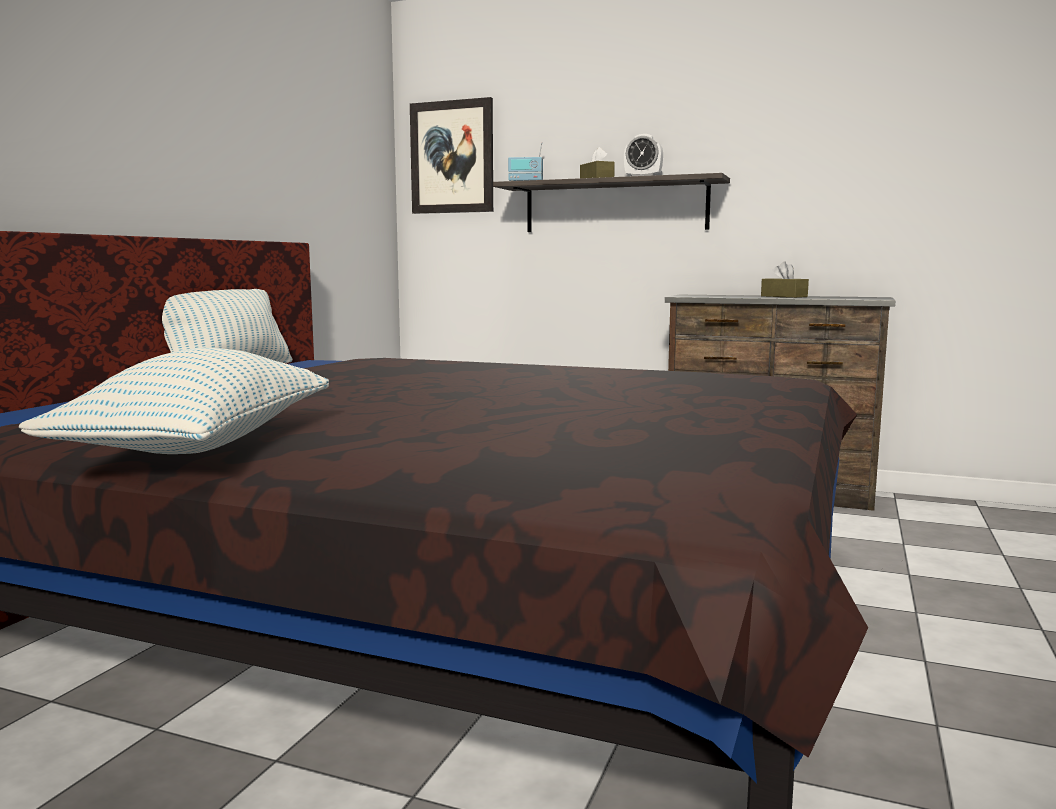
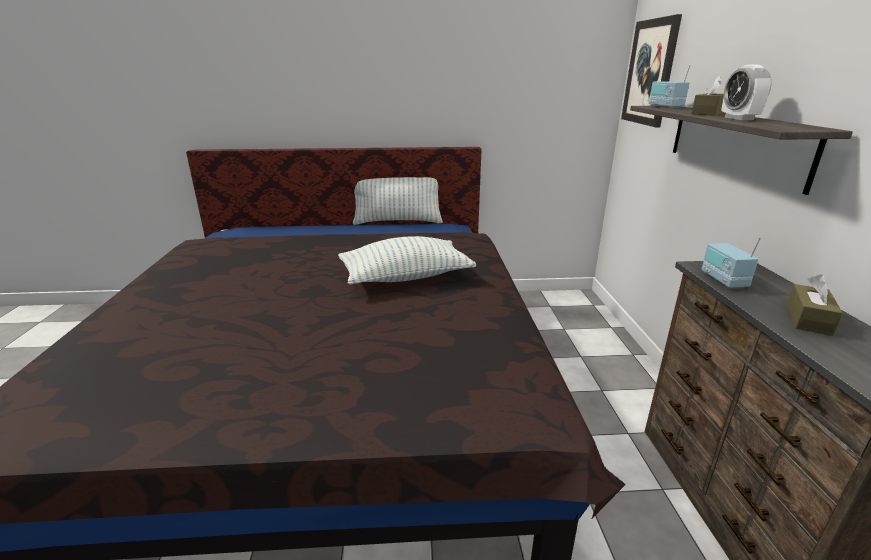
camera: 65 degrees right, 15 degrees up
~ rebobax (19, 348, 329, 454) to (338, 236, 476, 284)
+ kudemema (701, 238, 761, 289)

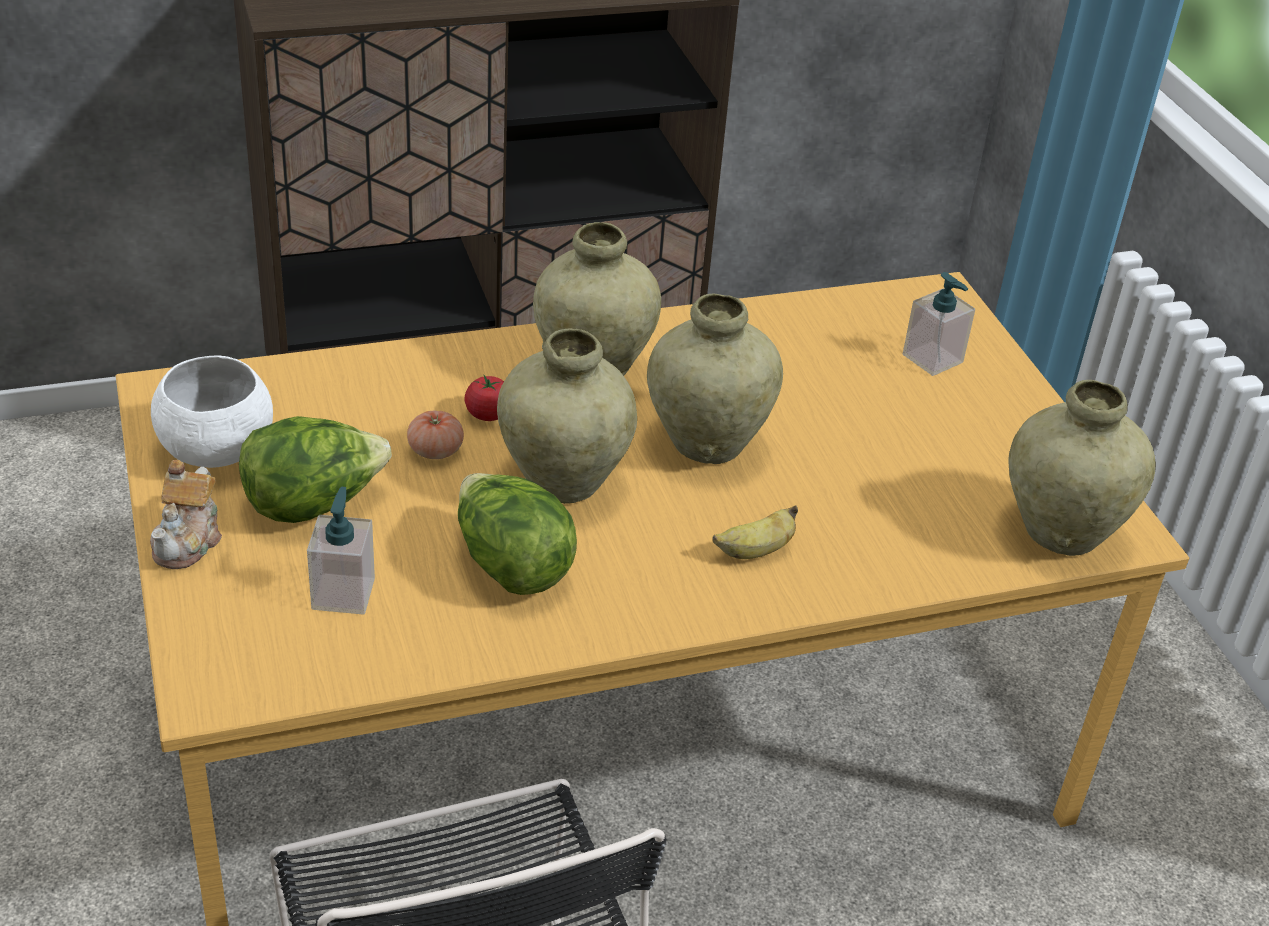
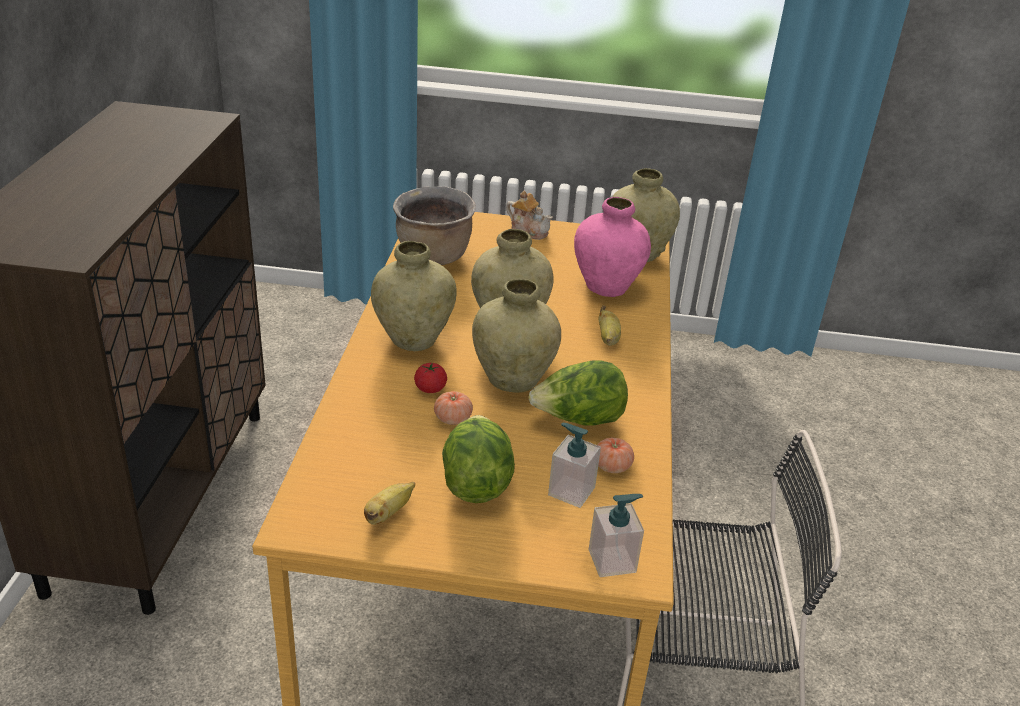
camera: 65 degrees left, 5 degrees down
~ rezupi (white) (151, 356, 273, 468) to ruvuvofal (364, 482, 415, 525)
+ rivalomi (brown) (393, 186, 476, 265)
~ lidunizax (150, 460, 222, 569) to (506, 191, 553, 240)
+ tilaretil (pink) (574, 197, 651, 297)
~ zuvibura (903, 272, 975, 376) to (588, 494, 644, 577)
+ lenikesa (597, 438, 634, 473)

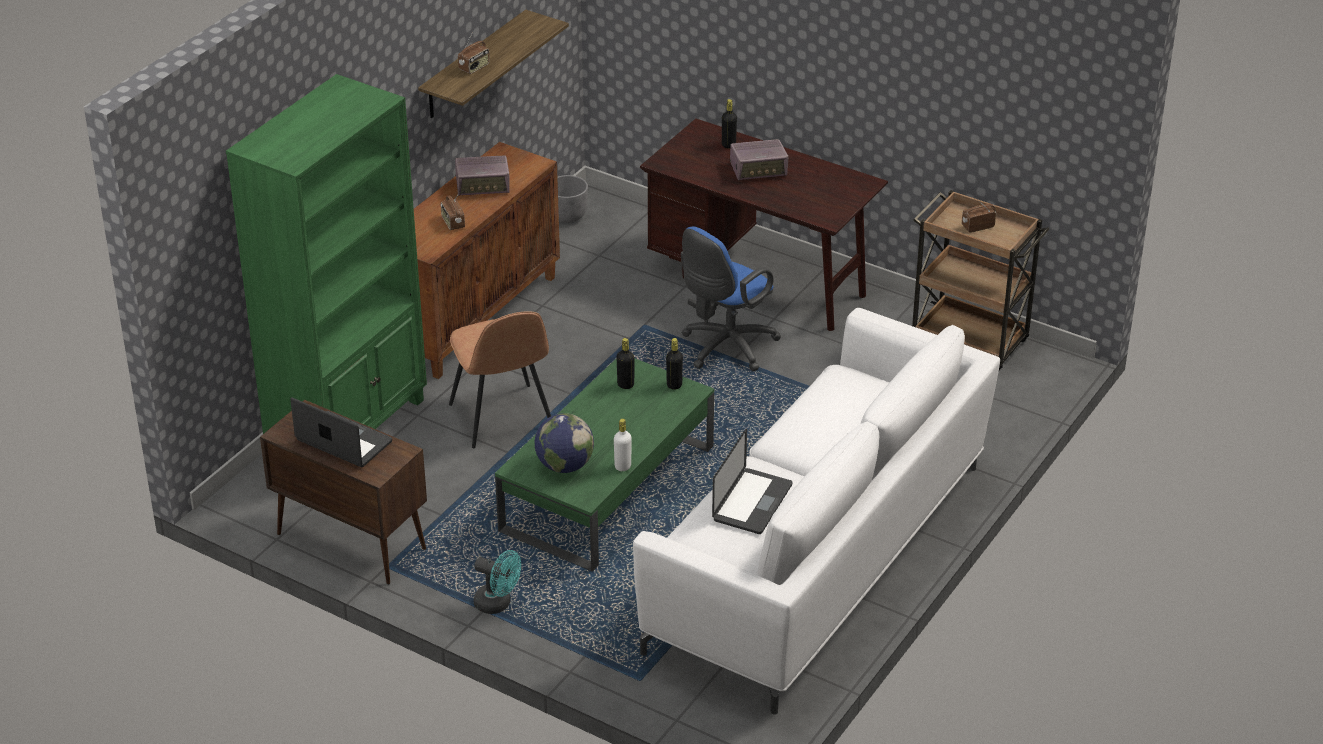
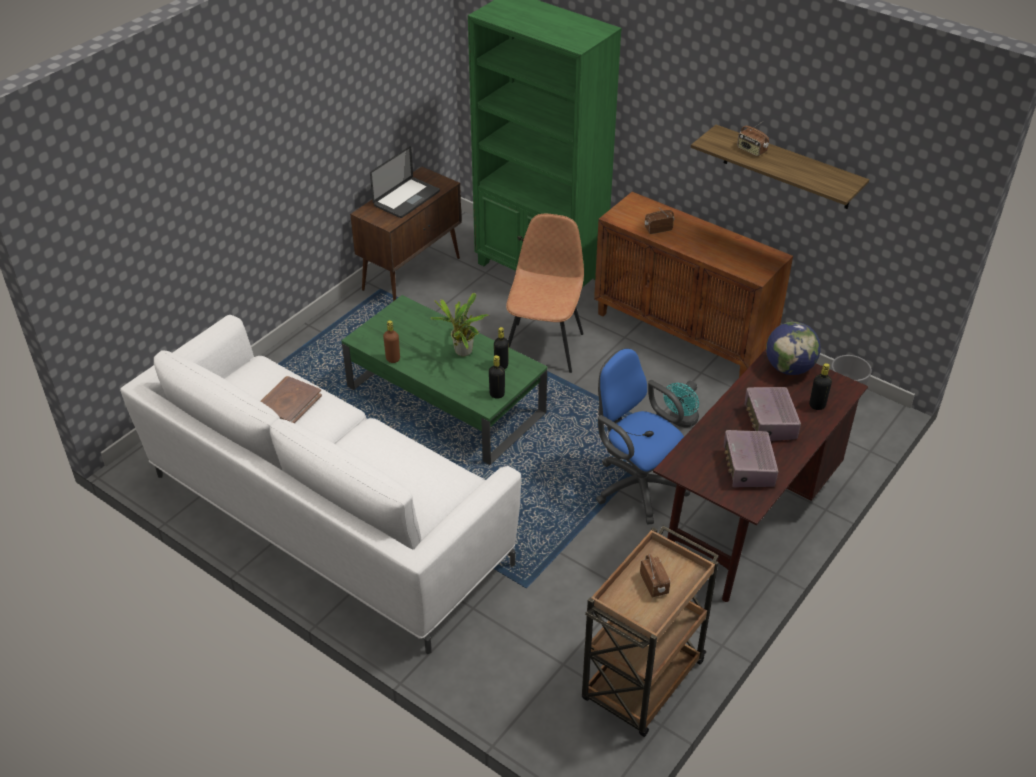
camera: 95 degrees right, 5 degrees up
~ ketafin (712, 429, 792, 534) to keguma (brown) (261, 376, 322, 423)
~ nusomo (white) (614, 419, 632, 471) to nusomo (brown) (383, 320, 400, 363)
+ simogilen (431, 293, 489, 357)
~ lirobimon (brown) (449, 311, 551, 448) = (506, 214, 584, 373) 120 degrees clockwise
~ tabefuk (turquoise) (474, 550, 521, 614) to (663, 381, 699, 428)
~ kudemema (455, 155, 510, 196) to (723, 430, 779, 487)
~ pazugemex (535, 413, 594, 473) to (766, 322, 821, 375)

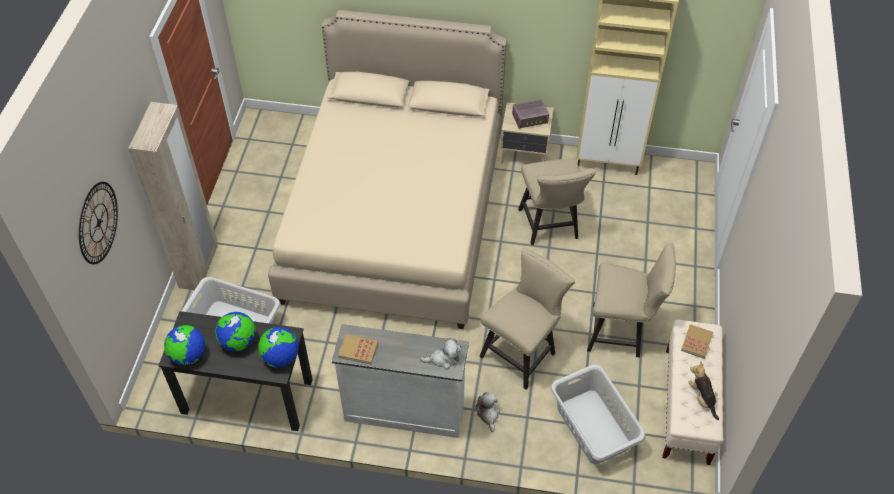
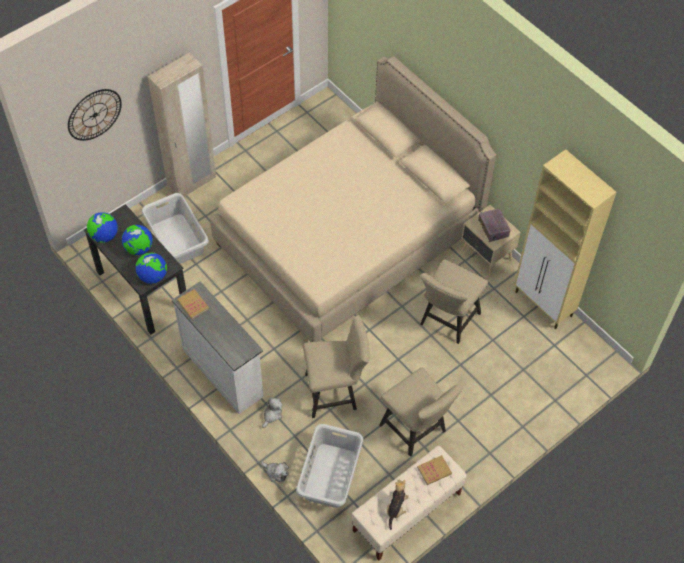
camera: 40 degrees right, 5 degrees up
~ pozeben (420, 338, 462, 370) to (261, 461, 289, 482)
~ kudemema (512, 99, 549, 129) = (478, 209, 510, 242) 45 degrees clockwise

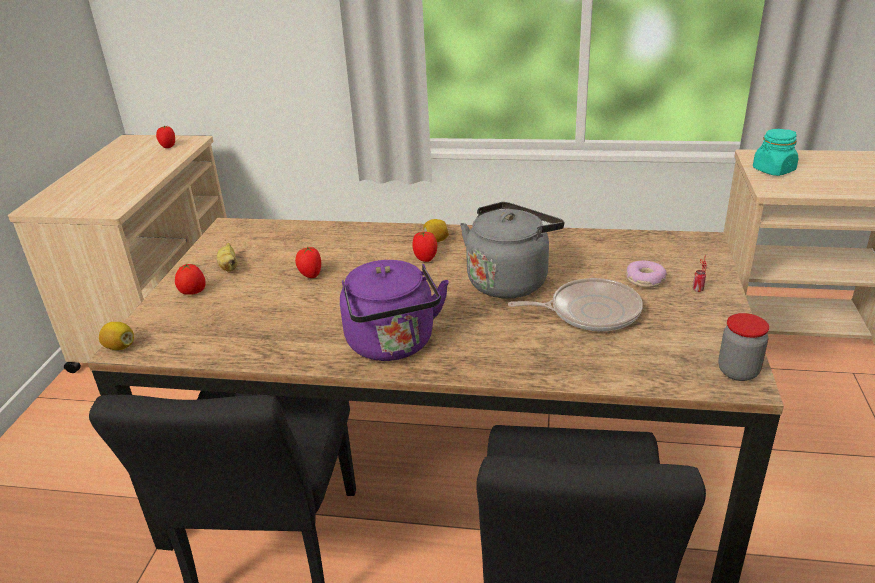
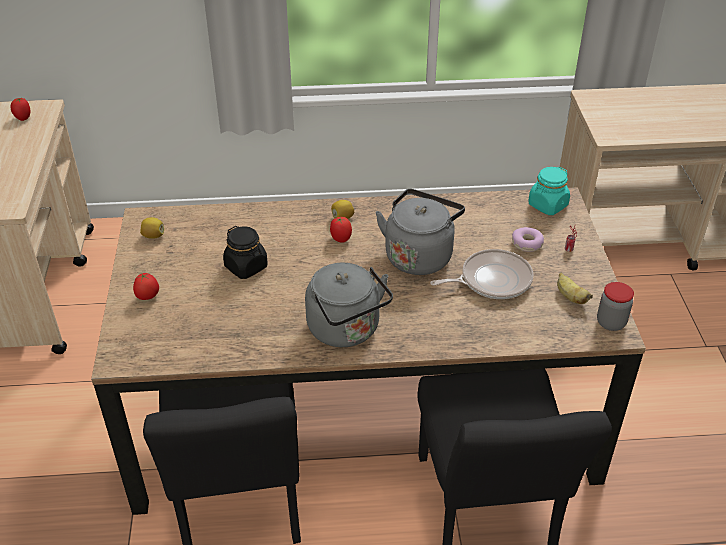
camera: 15 degrees left, 10 degrees up
~ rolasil (99, 322, 134, 350) to (140, 217, 164, 239)
~ lenikesa (295, 246, 321, 278) to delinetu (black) (223, 226, 268, 279)
~ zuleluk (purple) (340, 260, 449, 361) to zuleluk (grey) (305, 262, 393, 347)
~ delinetu (turquoise) (753, 129, 798, 176) to (528, 167, 570, 215)
~ ruvuvofal (217, 243, 237, 272) to (557, 273, 593, 304)

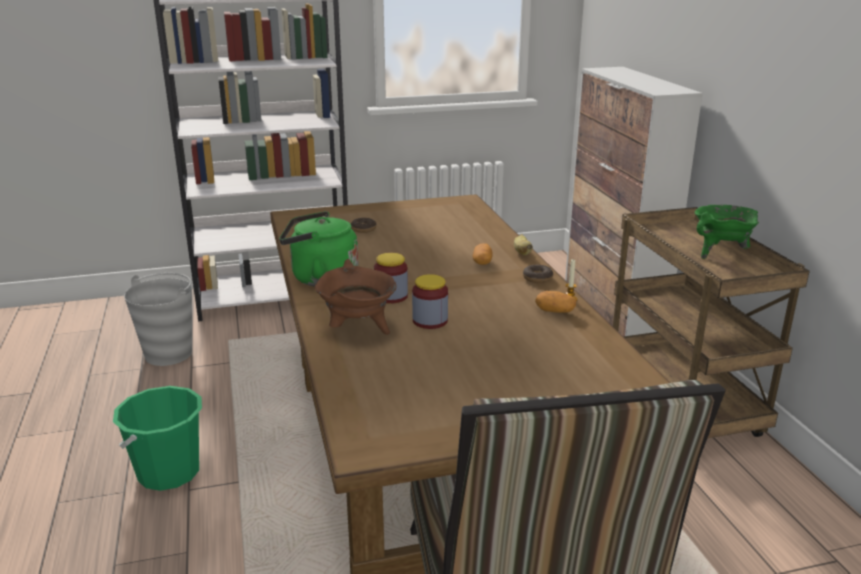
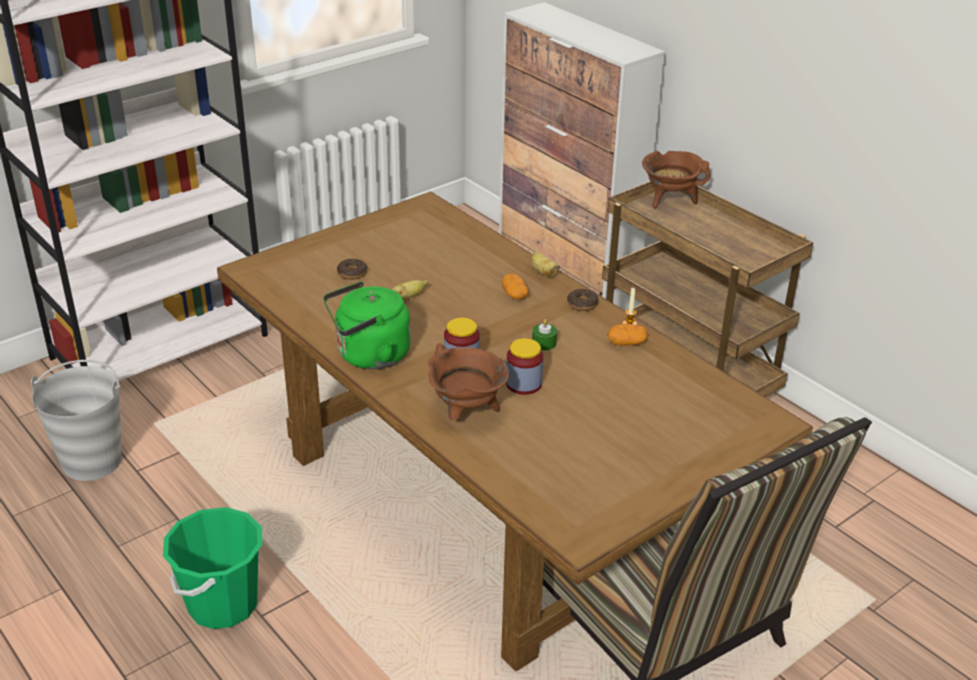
camera: 25 degrees left, 10 degrees up
+ ruvuvofal (392, 280, 428, 300)
+ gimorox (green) (532, 319, 557, 351)
+ rivalomi (brown) (642, 151, 710, 209)
- rivalomi (green) (695, 205, 759, 259)

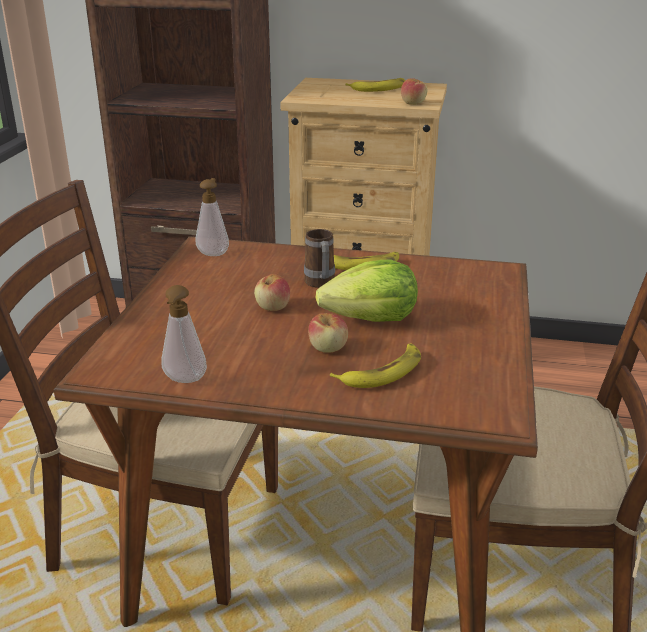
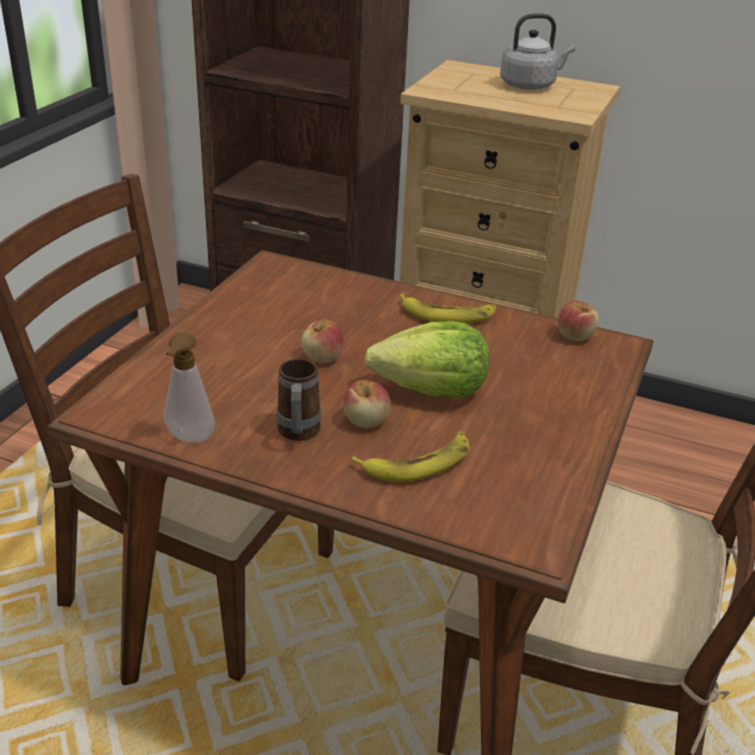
camera: 10 degrees right, 5 degrees up
~ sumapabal (304, 229, 335, 288) to (277, 359, 321, 441)
~ ruvuvofal (345, 78, 405, 92) to zuleluk (grey) (500, 13, 575, 90)
~ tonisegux (401, 78, 427, 105) to (558, 301, 599, 341)
- zuvibura (195, 178, 229, 256)

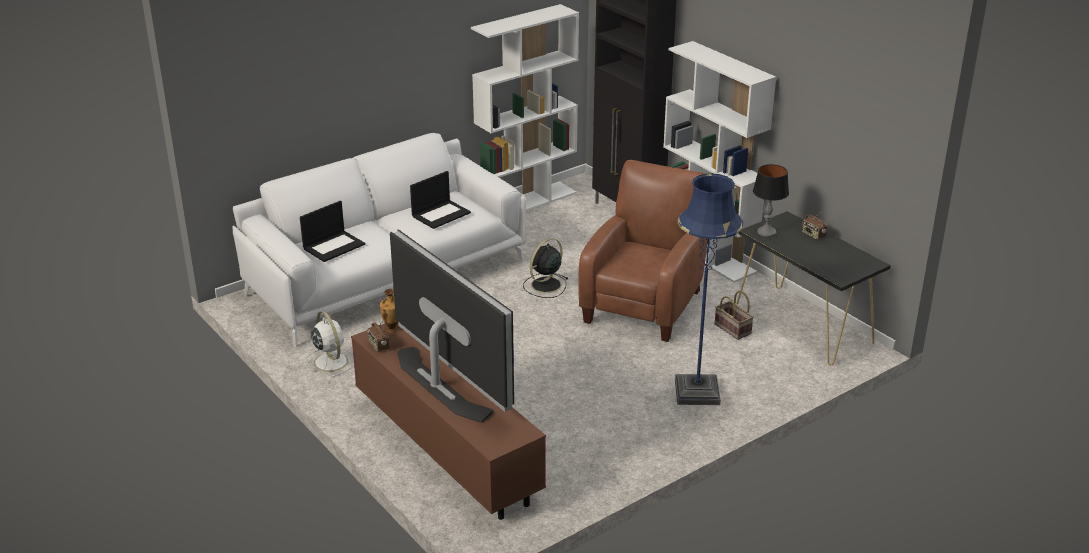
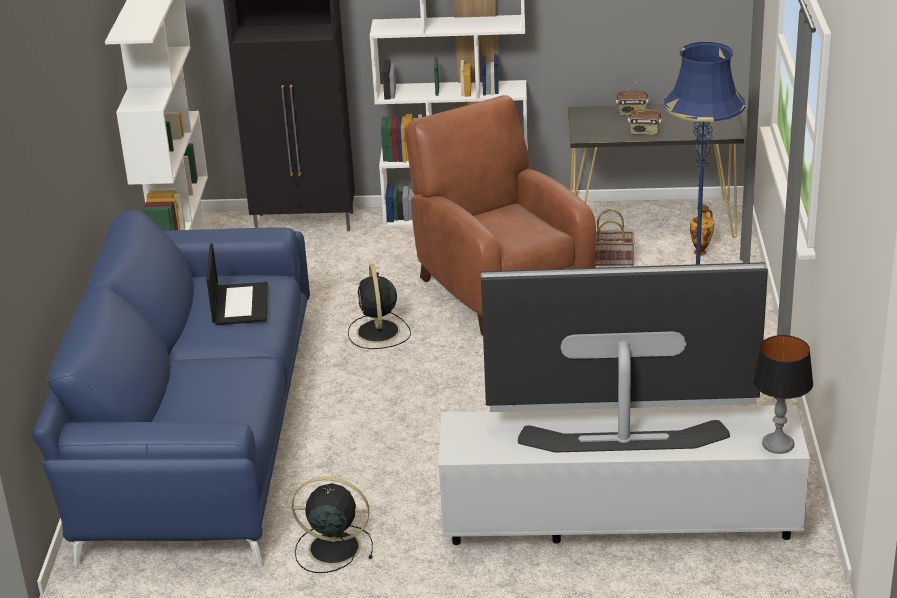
camera: 50 degrees left, 0 degrees up
~ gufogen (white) (232, 133, 526, 347) to gufogen (blue) (32, 210, 310, 567)
~ tabefuk (white) (304, 311, 354, 377) to tabefuk (black) (292, 477, 373, 573)
~ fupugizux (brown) (351, 323, 546, 520) to fupugizux (white) (438, 405, 810, 545)
~ kudemema (367, 321, 390, 352) to (628, 99, 662, 135)
~ tilaretil (380, 289, 398, 333) to (690, 205, 714, 256)
~ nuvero (753, 164, 789, 237) to (752, 335, 813, 454)
- ketafin (300, 201, 365, 262)

